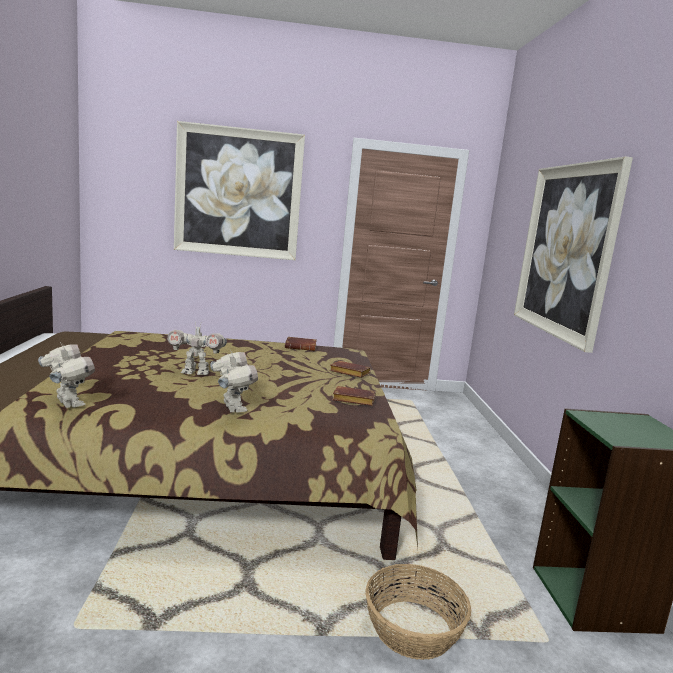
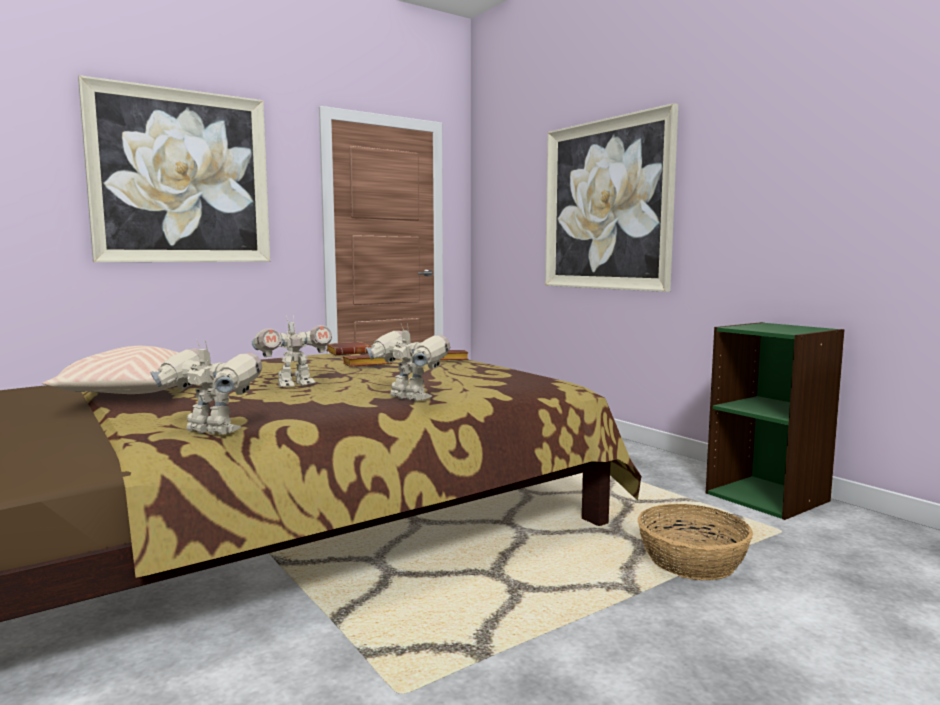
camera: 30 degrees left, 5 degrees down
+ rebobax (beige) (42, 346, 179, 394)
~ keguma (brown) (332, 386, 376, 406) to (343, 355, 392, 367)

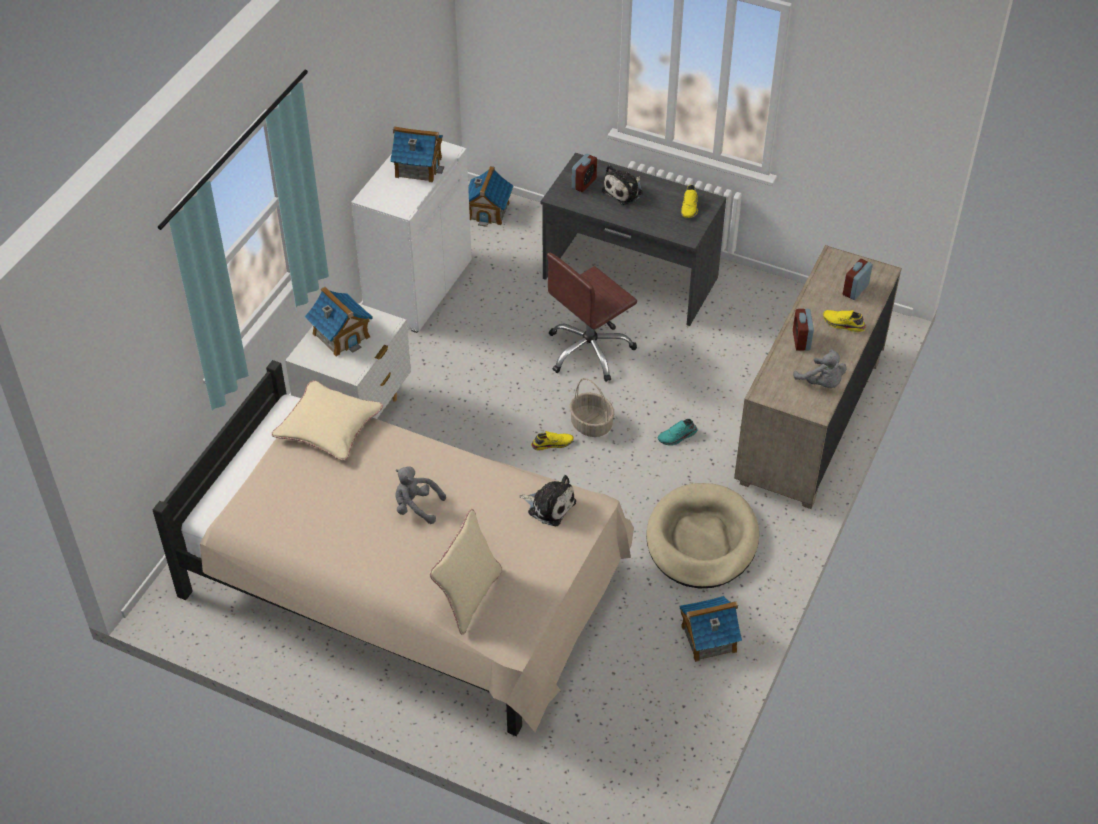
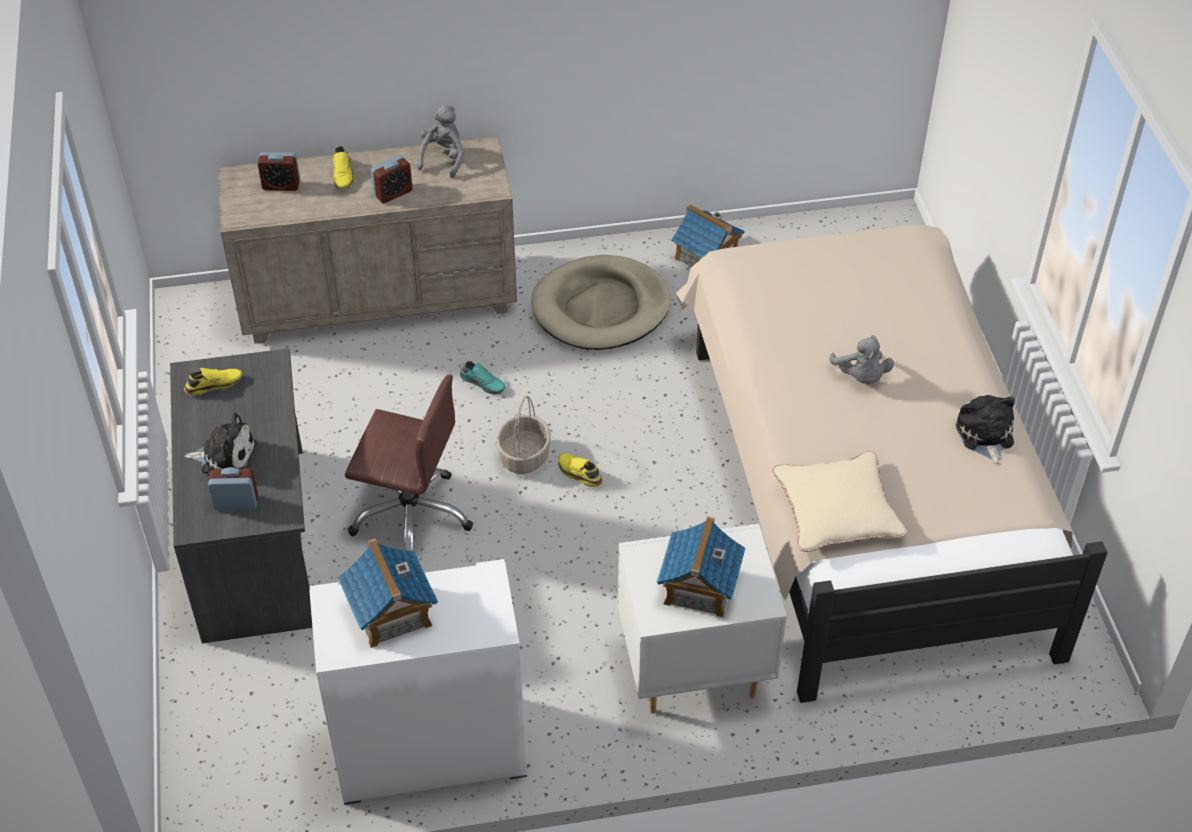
camera: 125 degrees left, 0 degrees up
~ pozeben (519, 475, 576, 526) to (956, 395, 1015, 466)
- rebobax (beige) (430, 509, 502, 634)
- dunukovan (468, 166, 514, 227)

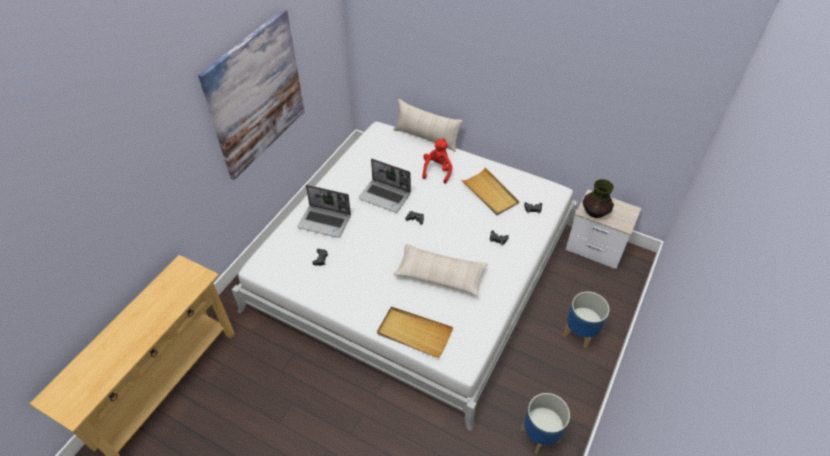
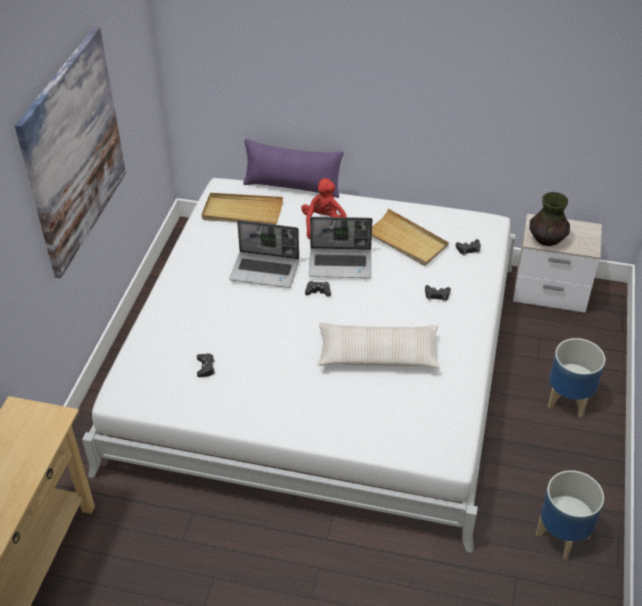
camera: 15 degrees left, 5 degrees down
~ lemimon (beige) (377, 307, 453, 358) to (202, 193, 283, 225)
~ rebobax (beige) (394, 99, 463, 152) to rebobax (purple) (243, 139, 344, 198)
~ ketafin (297, 185, 351, 238) to (309, 217, 373, 278)

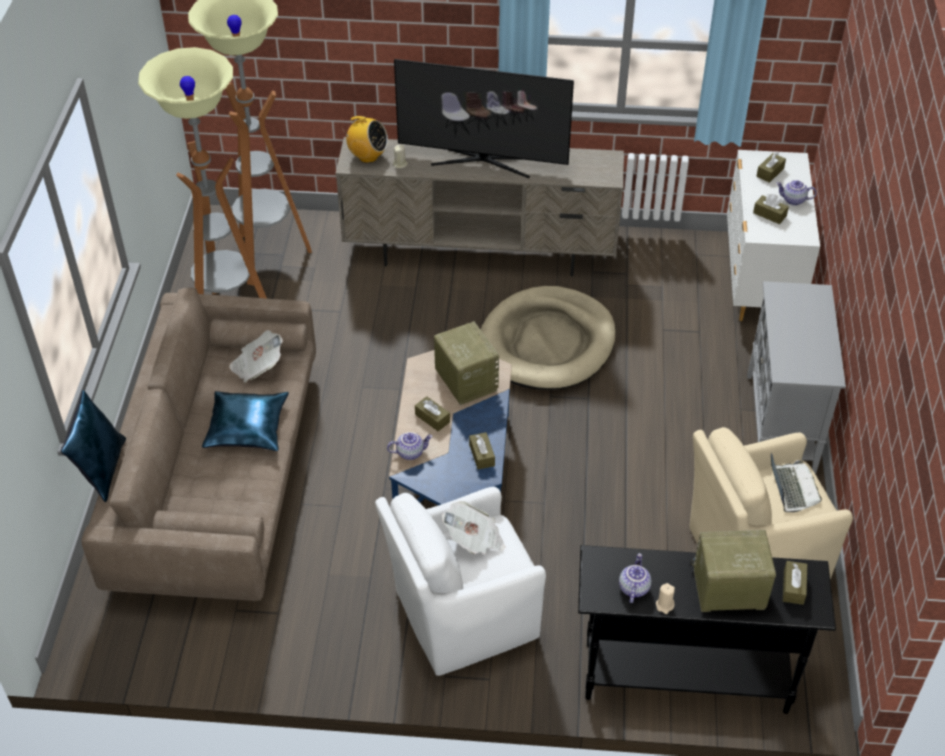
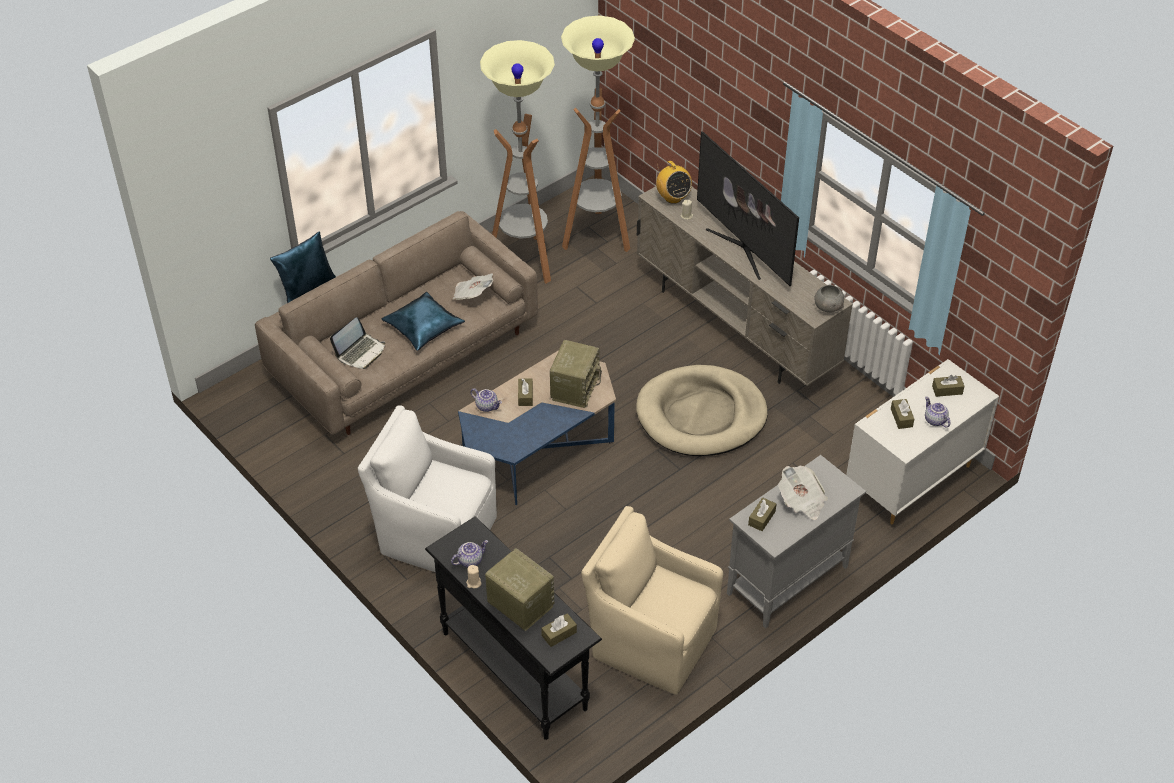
camera: 45 degrees right, 0 degrees up
~ ketafin (771, 453, 822, 512) to (330, 317, 385, 369)
~ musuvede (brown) (469, 432, 495, 469) to (748, 498, 776, 531)
~ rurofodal (442, 501, 505, 554) to (778, 466, 828, 520)
+ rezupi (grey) (814, 285, 844, 312)

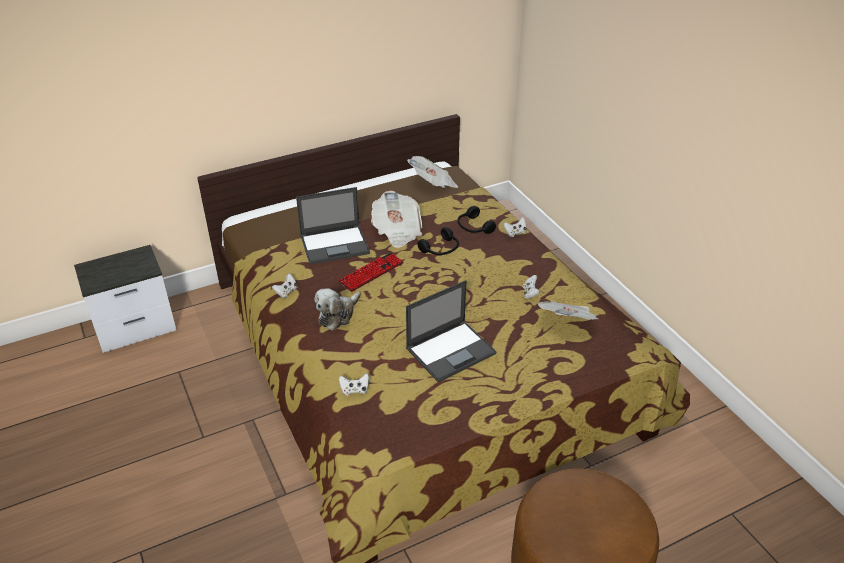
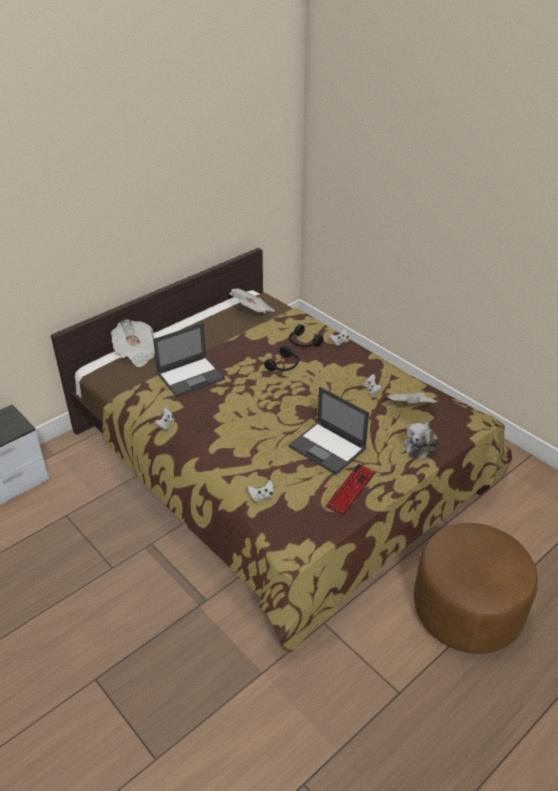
camera: 15 degrees left, 0 degrees up
~ rurofodal (371, 191, 422, 248) to (111, 319, 155, 367)
~ ketafin (406, 280, 497, 383) = (289, 387, 369, 475) 90 degrees clockwise
~ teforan (339, 252, 404, 292) to (326, 464, 376, 516)
~ pozeben (314, 288, 360, 331) to (403, 422, 438, 459)

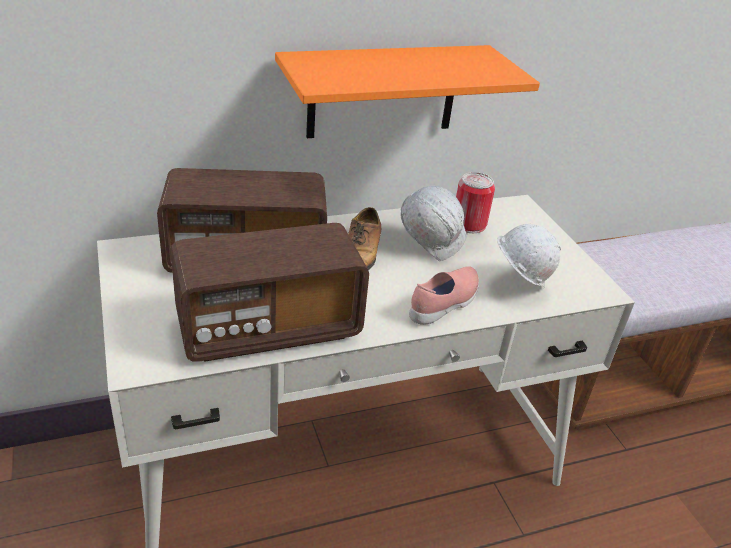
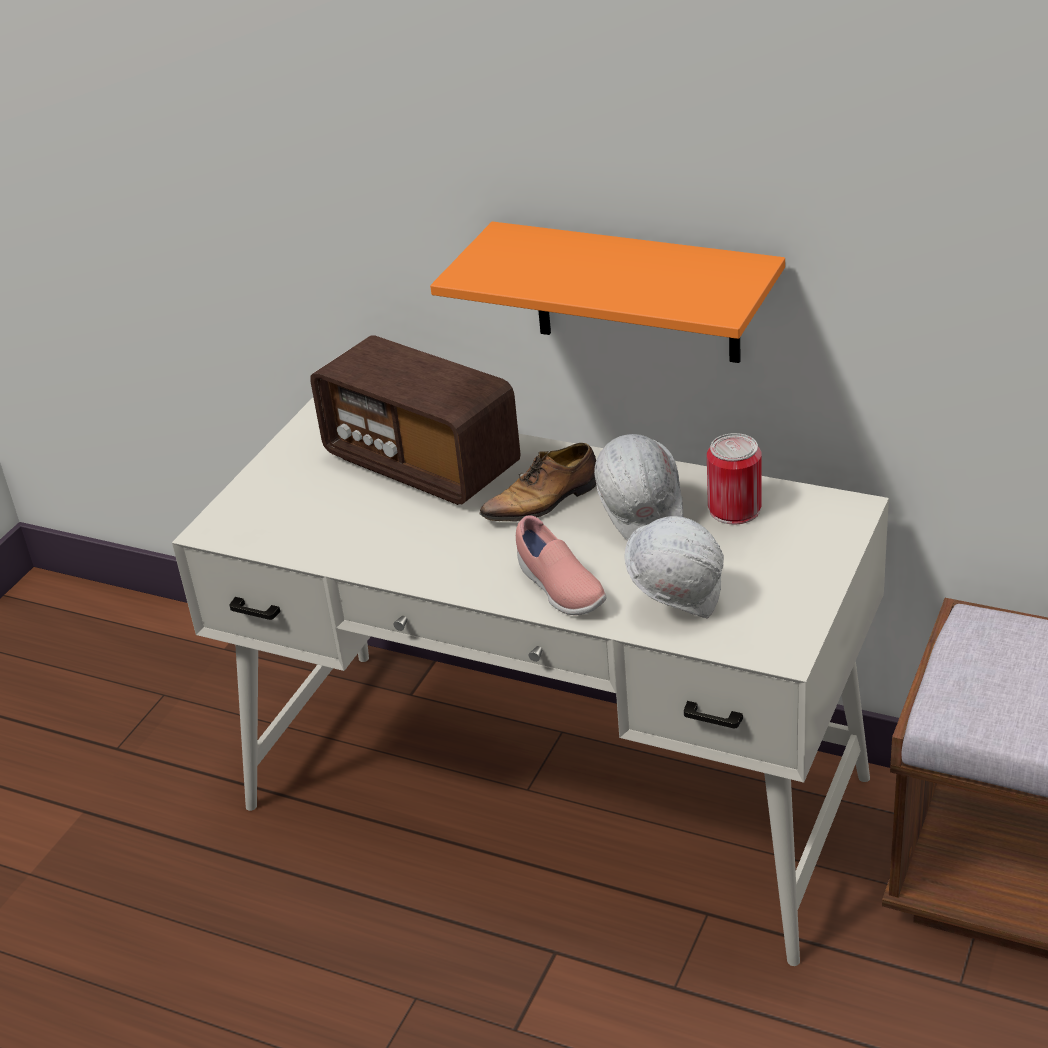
camera: 50 degrees right, 0 degrees up
~ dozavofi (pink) (409, 266, 479, 325) = (516, 515, 606, 615) 60 degrees clockwise
- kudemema (170, 223, 369, 362)

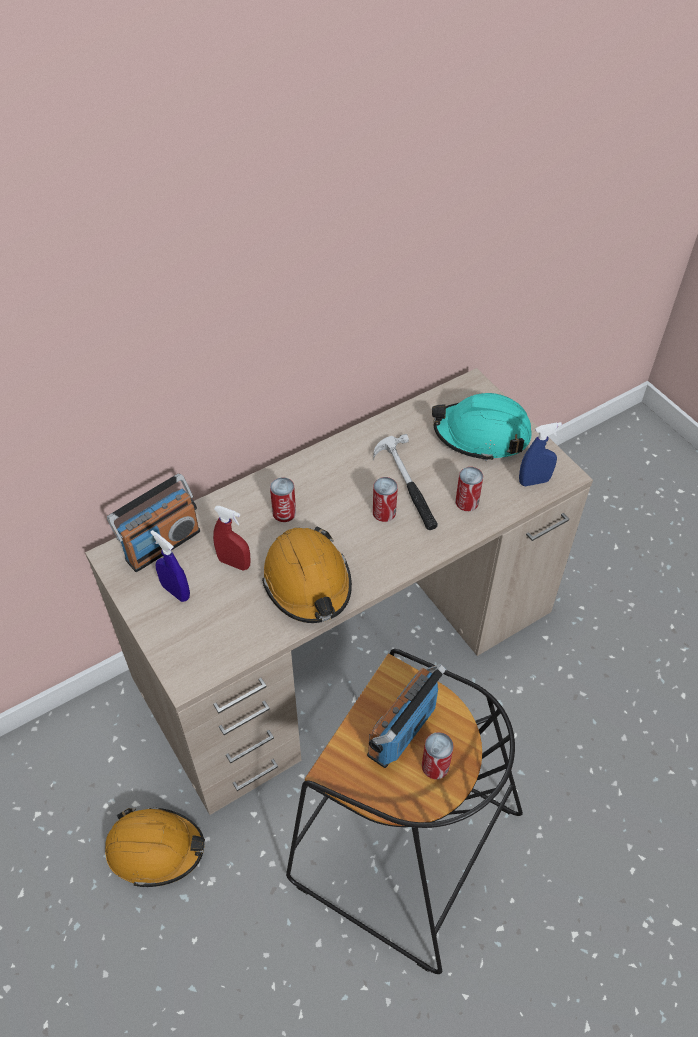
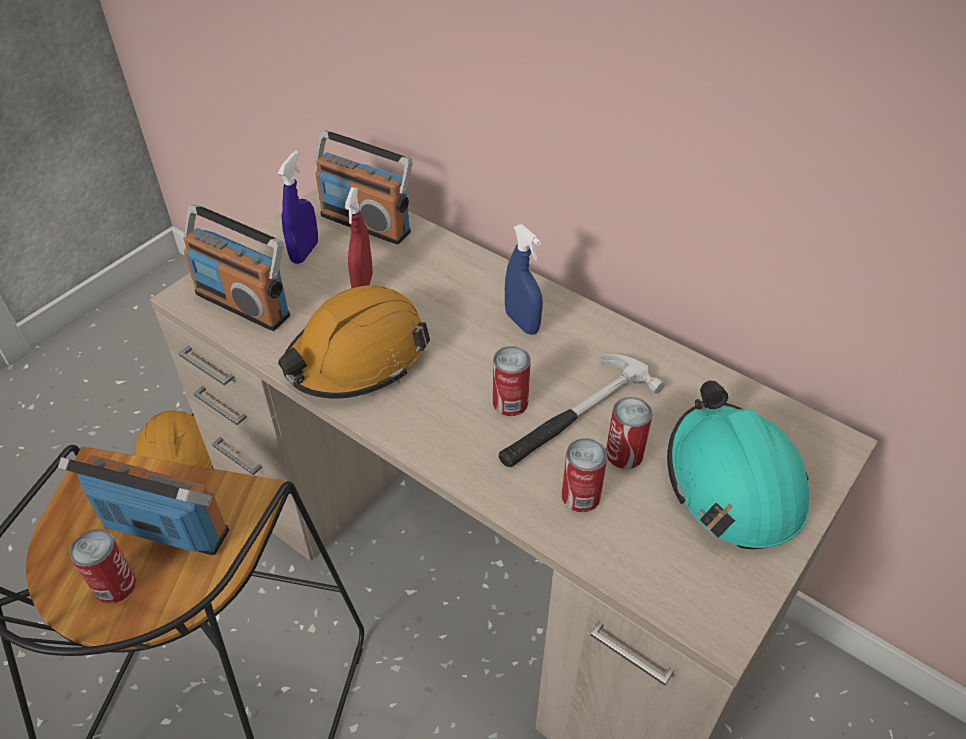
camera: 70 degrees right, 5 degrees down
+ kudemema (183, 205, 290, 331)
~ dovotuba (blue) (519, 422, 562, 486) to (505, 224, 543, 334)
~ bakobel (270, 477, 296, 522) to (606, 397, 653, 469)

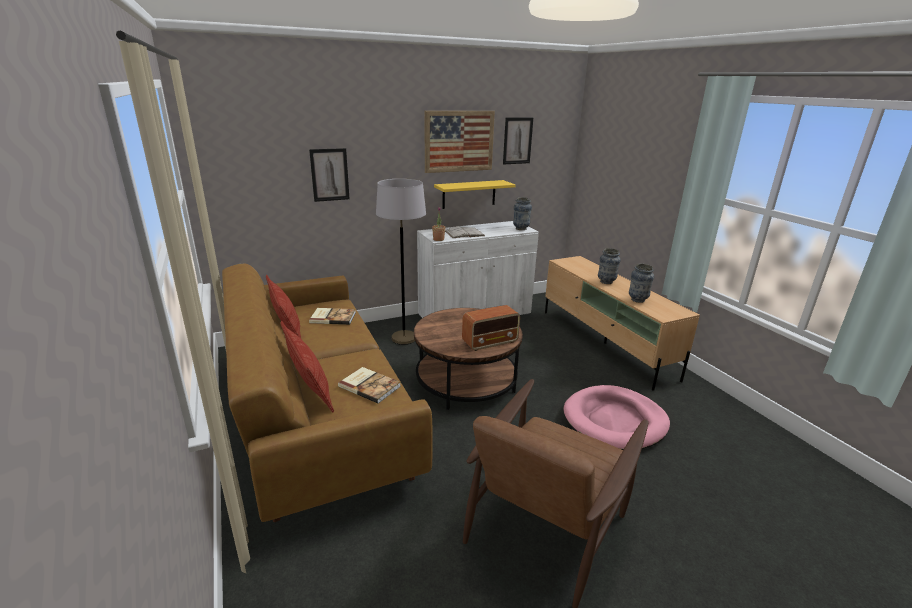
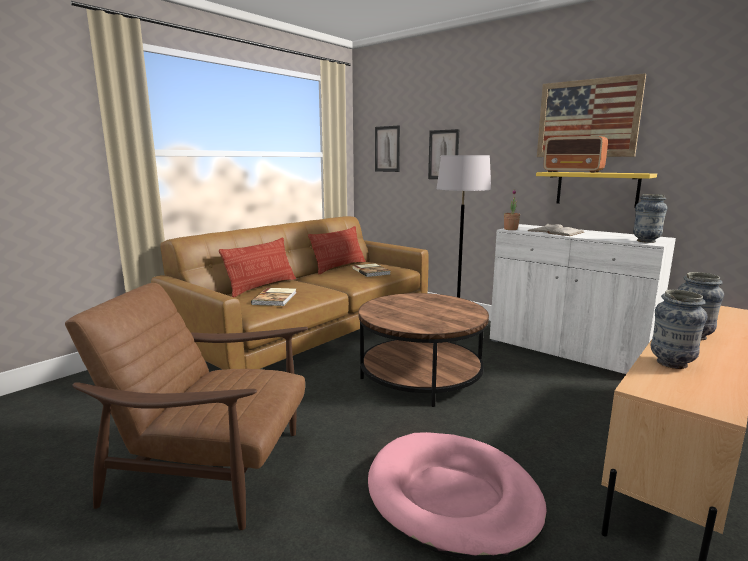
camera: 65 degrees right, 10 degrees down
~ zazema (503, 117, 533, 164) to (375, 126, 400, 172)
~ kudemema (462, 305, 520, 351) to (544, 136, 608, 173)

